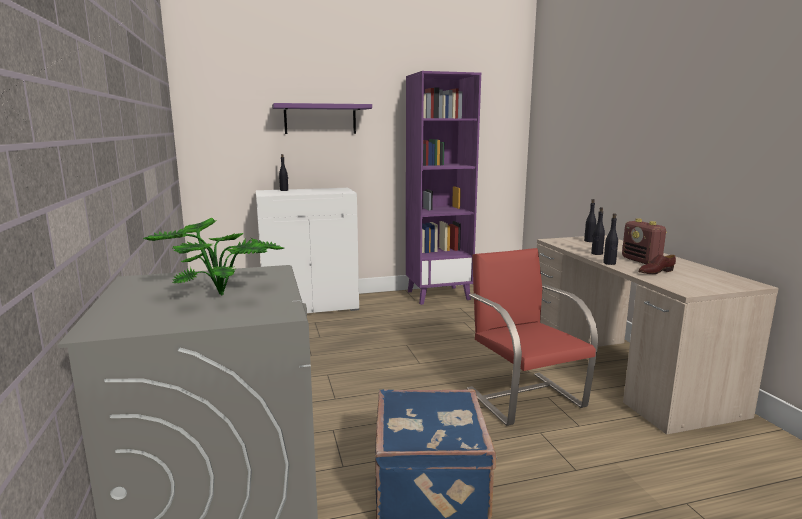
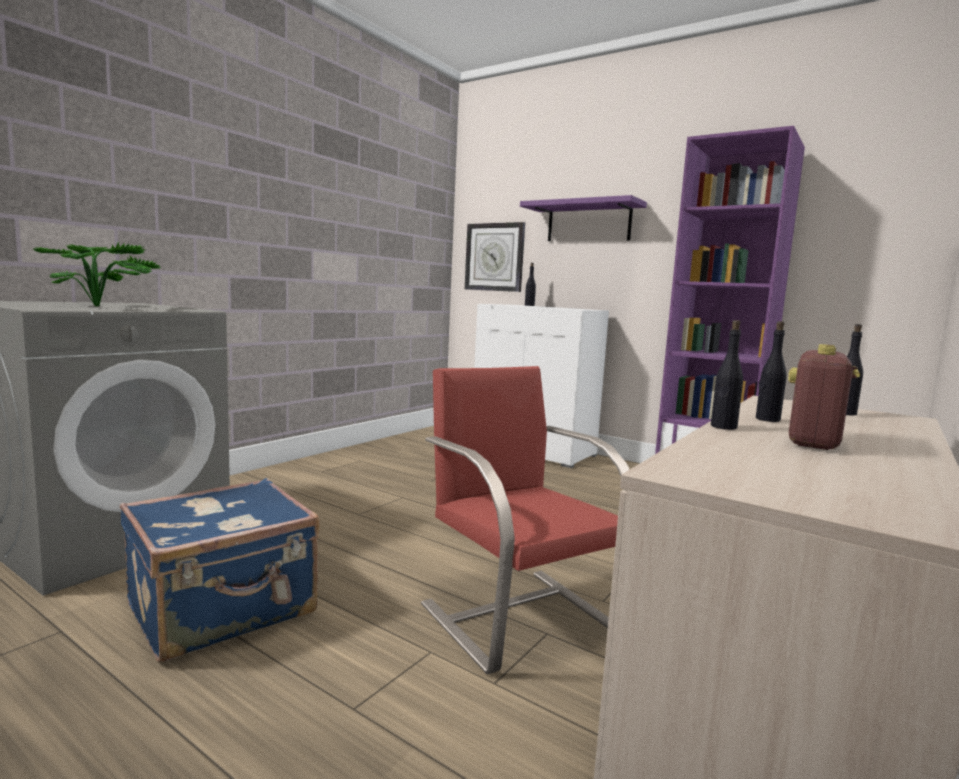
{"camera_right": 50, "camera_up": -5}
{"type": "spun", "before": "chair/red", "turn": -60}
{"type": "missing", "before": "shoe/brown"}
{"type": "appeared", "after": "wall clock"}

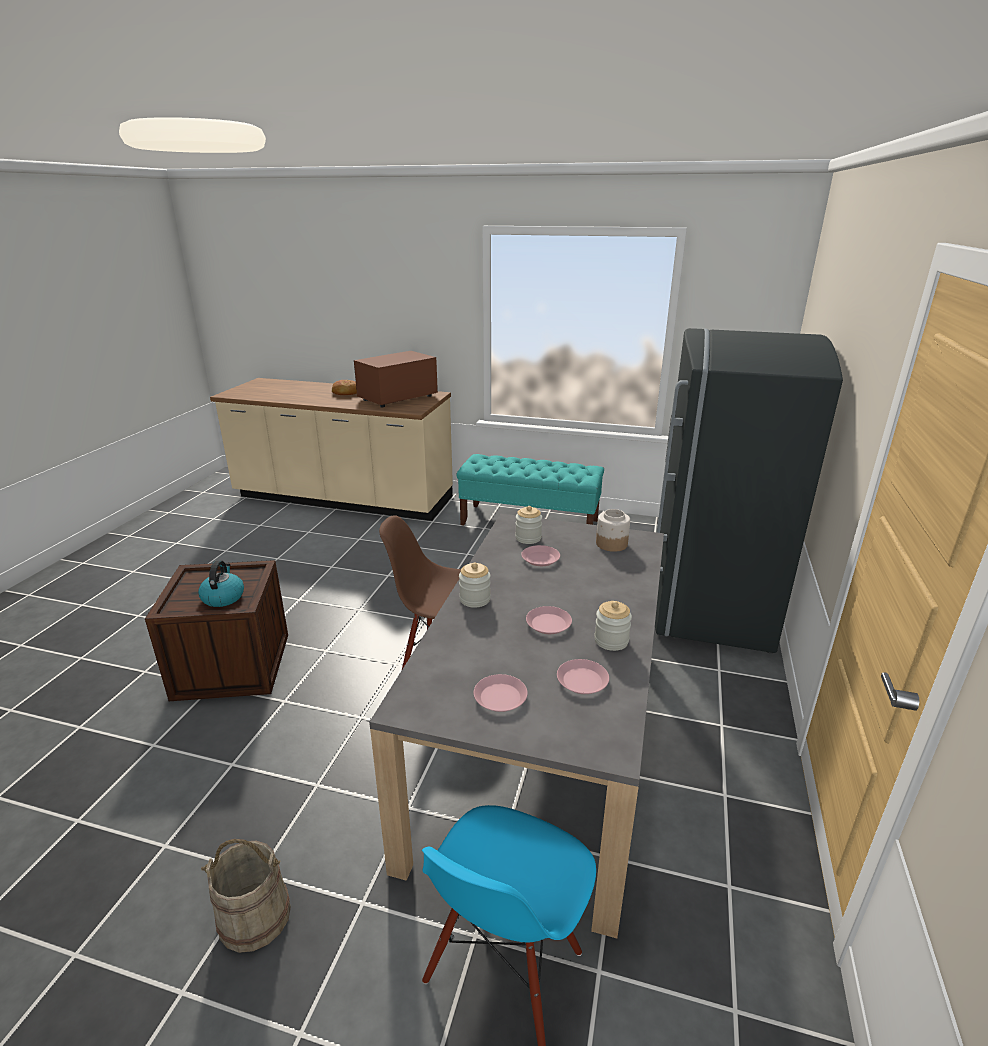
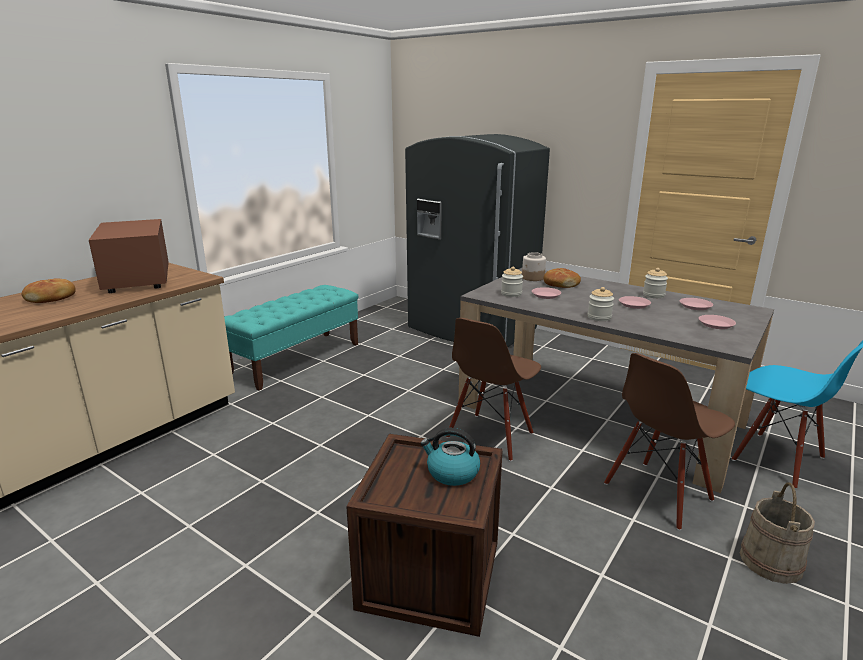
{"camera_right": -70, "camera_up": -5}
{"type": "appeared", "after": "bread (no. 2 from left)"}
{"type": "appeared", "after": "chair/brown (no. 2 from left)"}

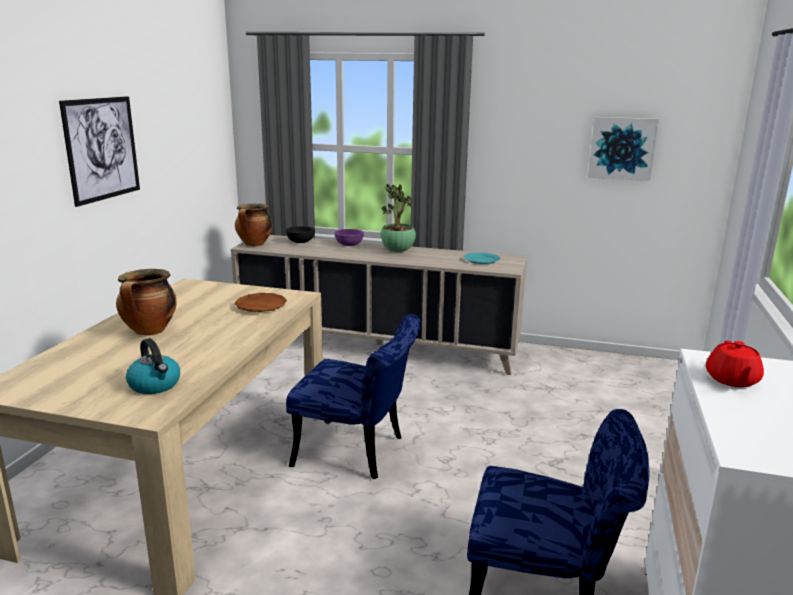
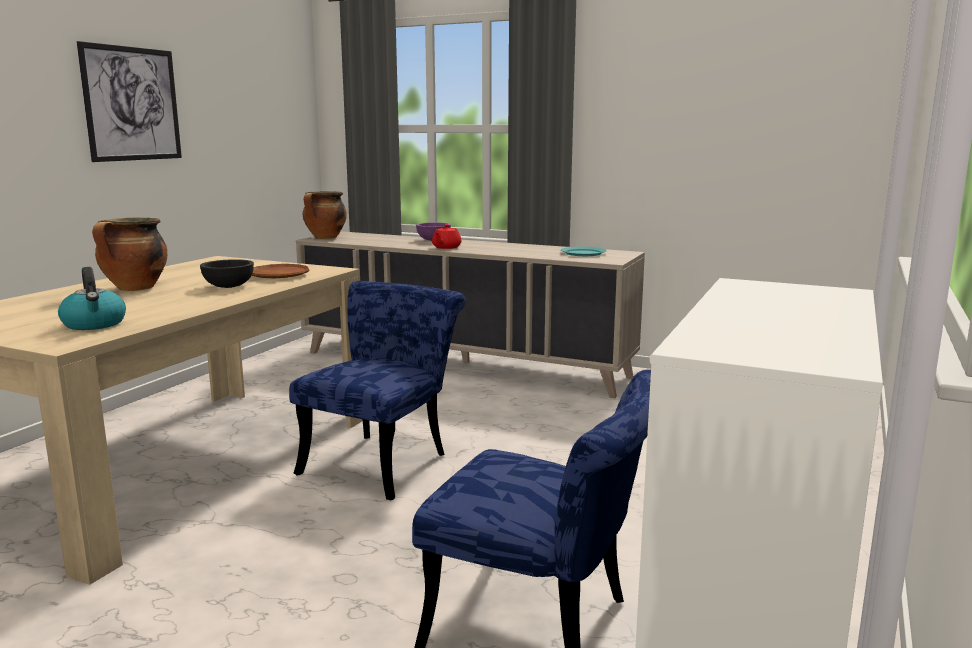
{"camera_right": 10, "camera_up": -5}
{"type": "relocated", "before": "bowl/black"}
{"type": "spun", "before": "chair/blue (no. 1 from left)", "turn": -90}
{"type": "missing", "before": "potted plant"}
{"type": "missing", "before": "picture (no. 2 from left)"}
{"type": "relocated", "before": "teapot/red"}

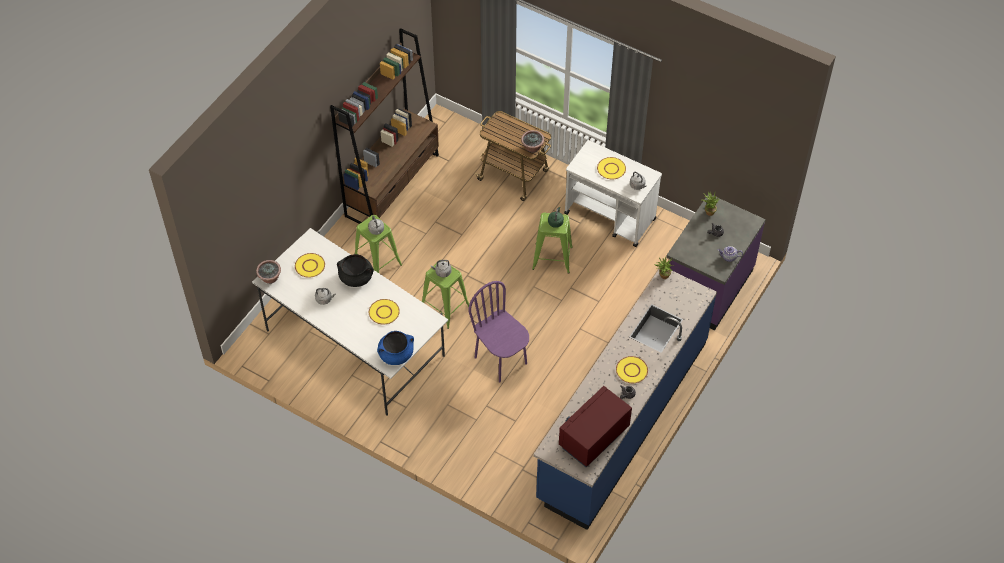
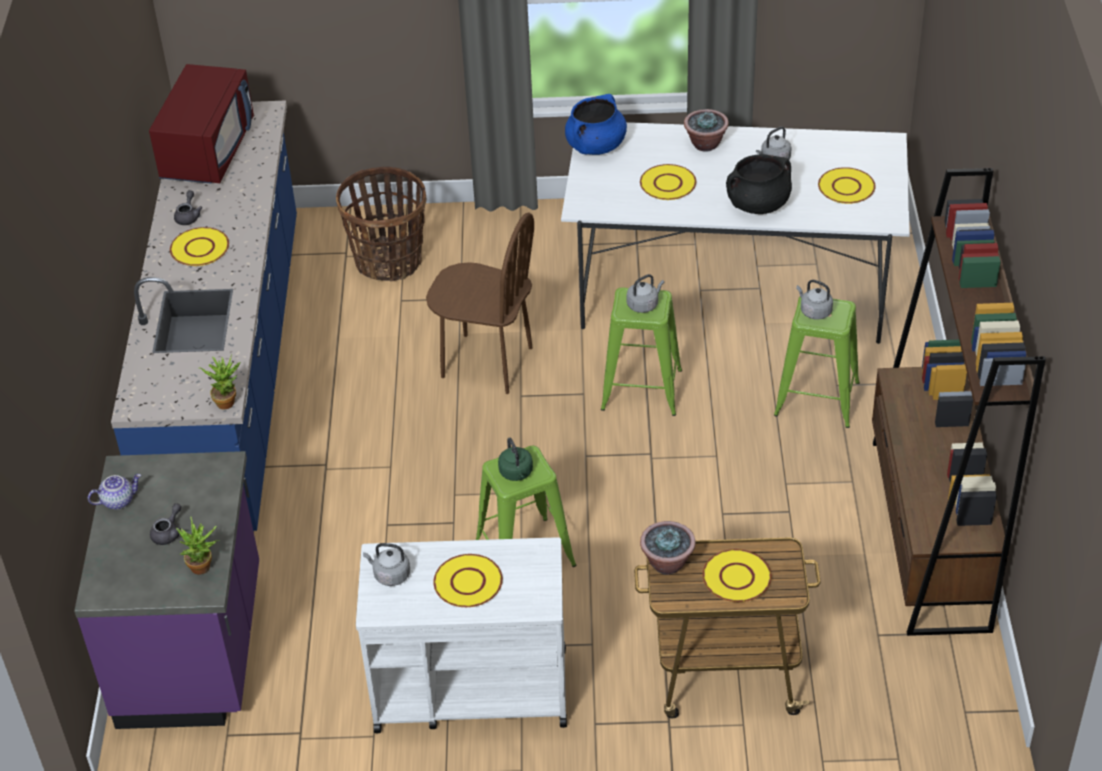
{"camera_right": 150, "camera_up": -10}
{"type": "relocated", "before": "potted plant (no. 1 from left in the first image)", "after": "potted plant (no. 4 from left)"}
{"type": "colour", "before": "chair/purple", "after": "chair/brown"}
{"type": "appeared", "after": "basket"}
{"type": "appeared", "after": "plate/yellow (no. 4 from left)"}

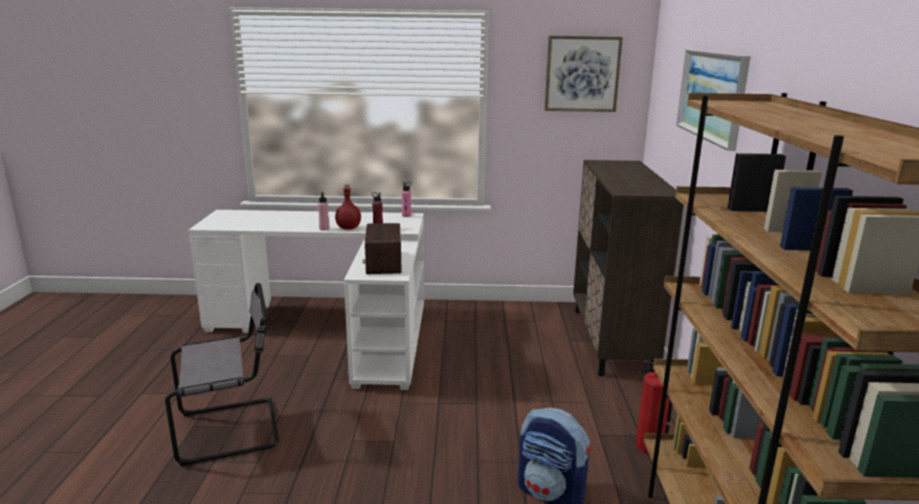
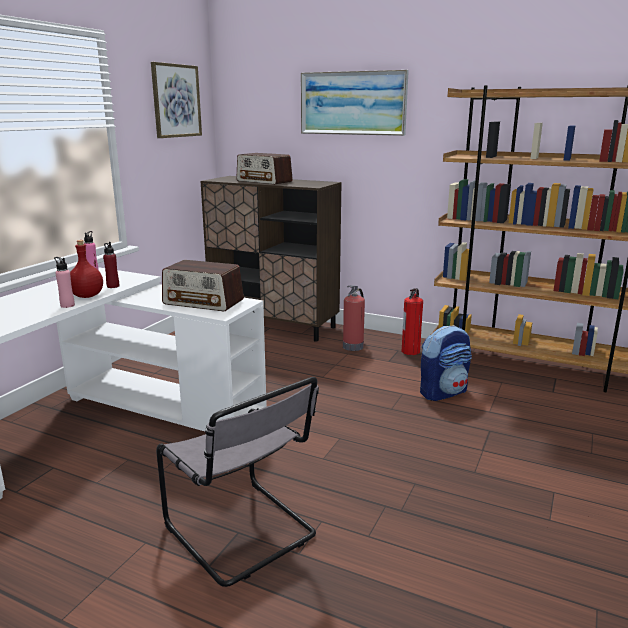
{"camera_right": -65, "camera_up": 0}
{"type": "spun", "before": "chair/grey", "turn": 135}
{"type": "appeared", "after": "radio (no. 2 from left)"}
{"type": "appeared", "after": "fire extinguisher (no. 1 from left)"}

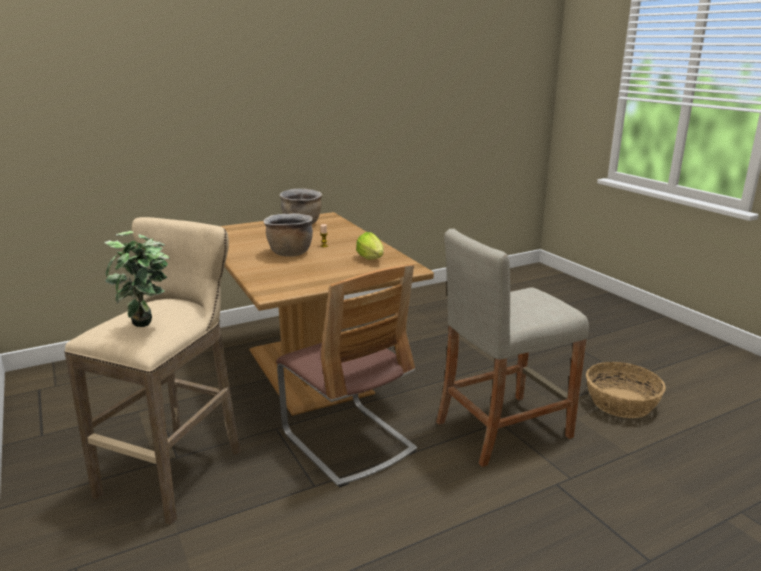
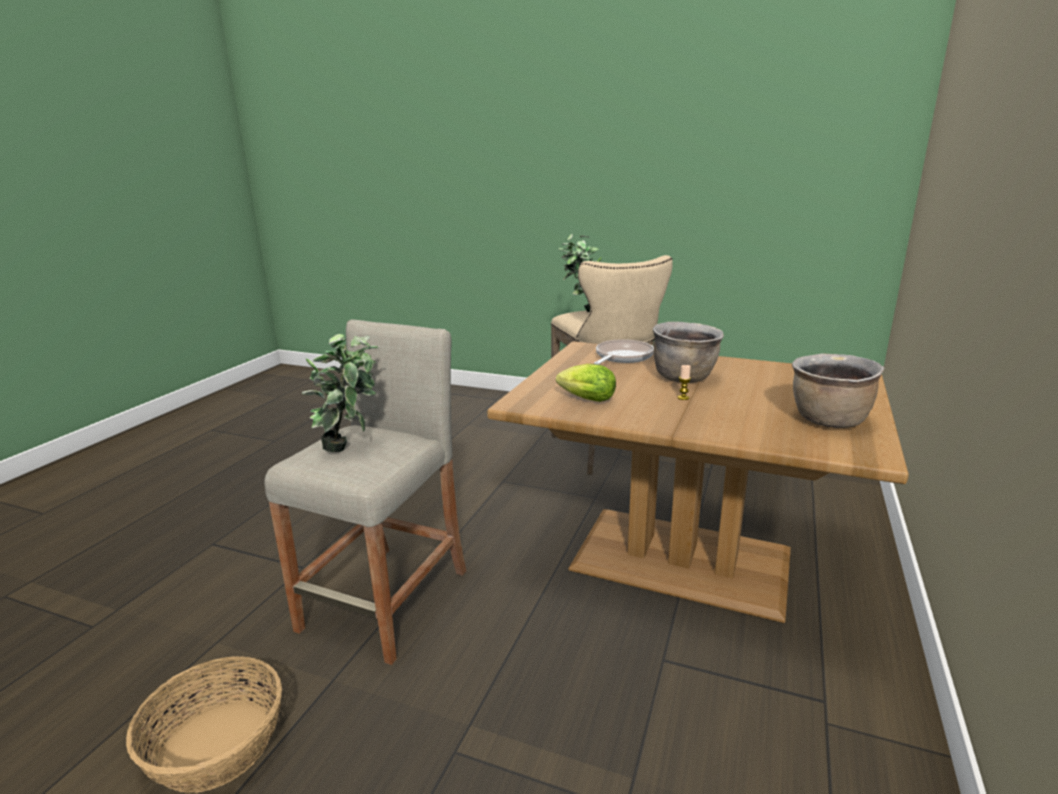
{"camera_right": 140, "camera_up": 0}
{"type": "missing", "before": "chair"}
{"type": "appeared", "after": "potted plant (no. 1 from left)"}
{"type": "appeared", "after": "frying pan"}

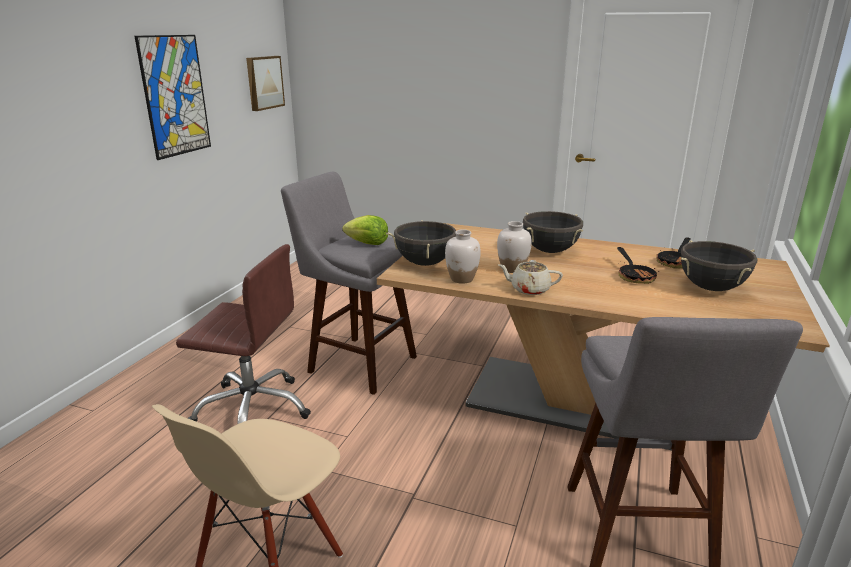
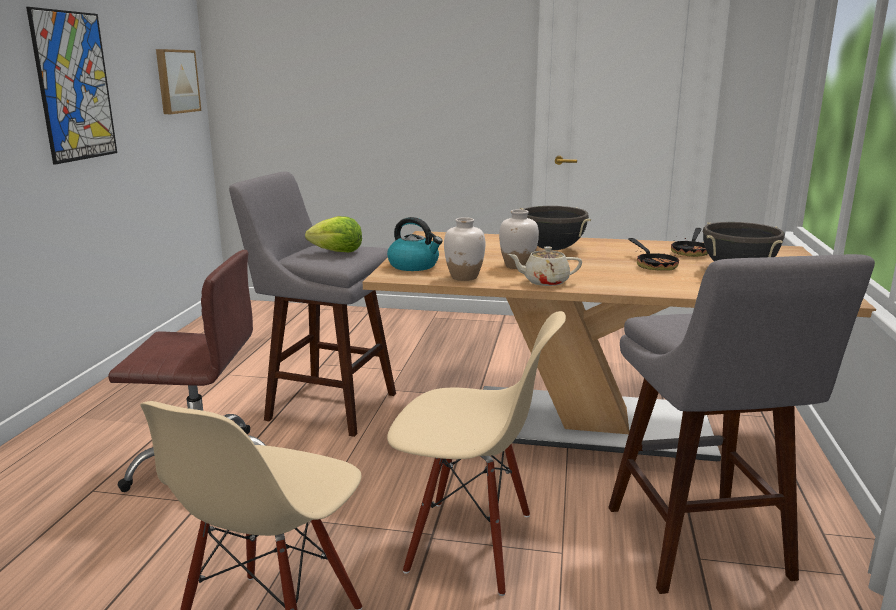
{"camera_right": -10, "camera_up": -5}
{"type": "exchanged", "before": "cooking pot/black (no. 1 from left)", "after": "kettle"}
{"type": "appeared", "after": "chair/beige (no. 2 from left)"}

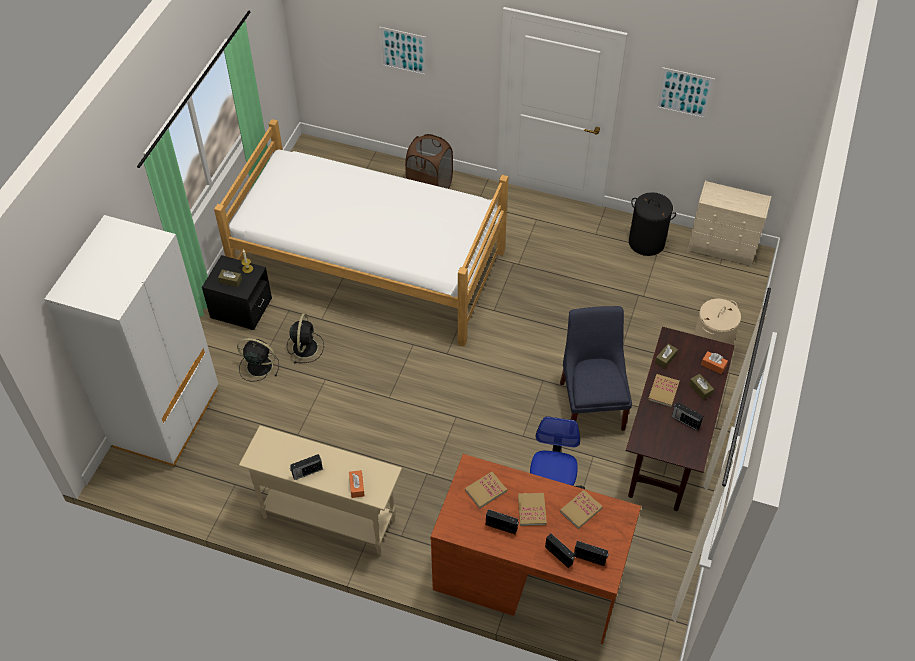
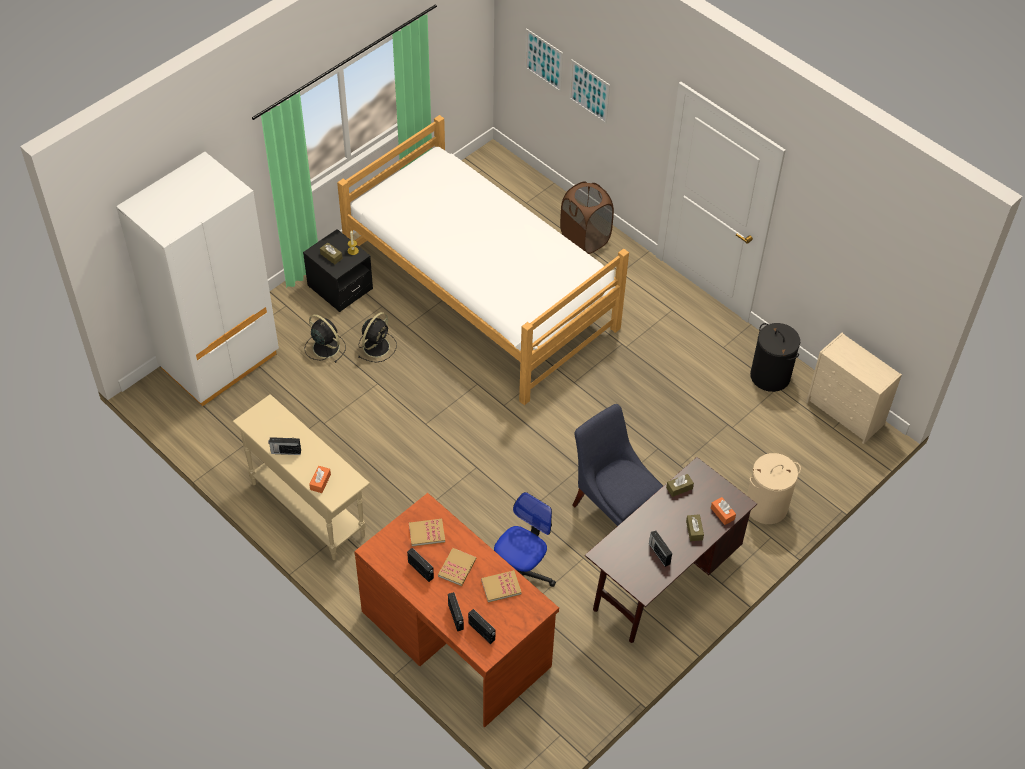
{"camera_right": 25, "camera_up": 0}
{"type": "spun", "before": "chair/blue", "turn": -60}
{"type": "missing", "before": "book (no. 4 from left)"}
{"type": "relocated", "before": "picture (no. 2 from left in the first image)", "after": "picture (no. 1 from left)"}

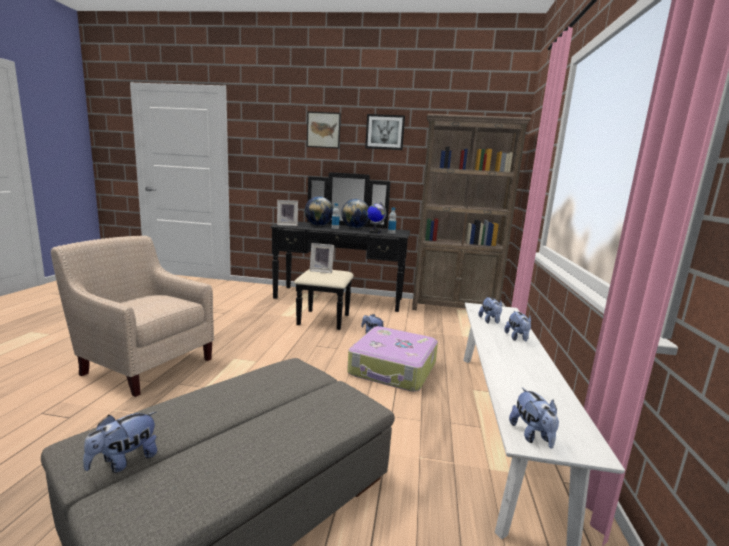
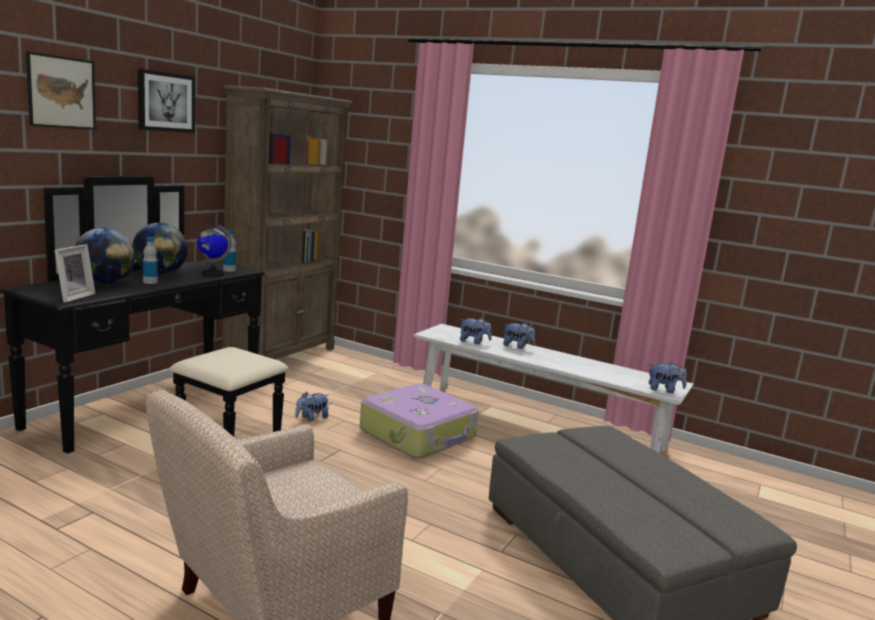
{"camera_right": -70, "camera_up": 0}
{"type": "missing", "before": "plush toy (no. 1 from left)"}
{"type": "missing", "before": "picture frame (no. 2 from left)"}

